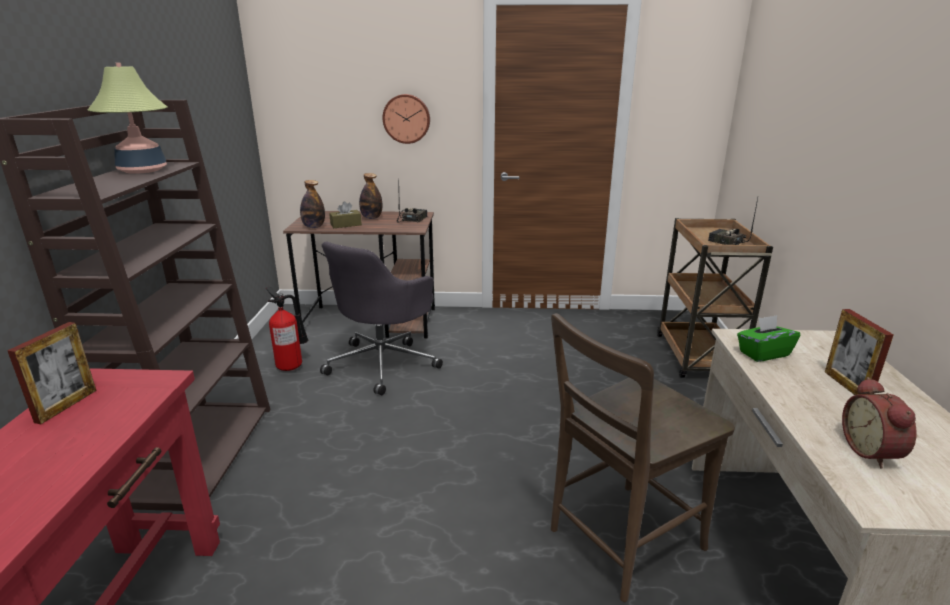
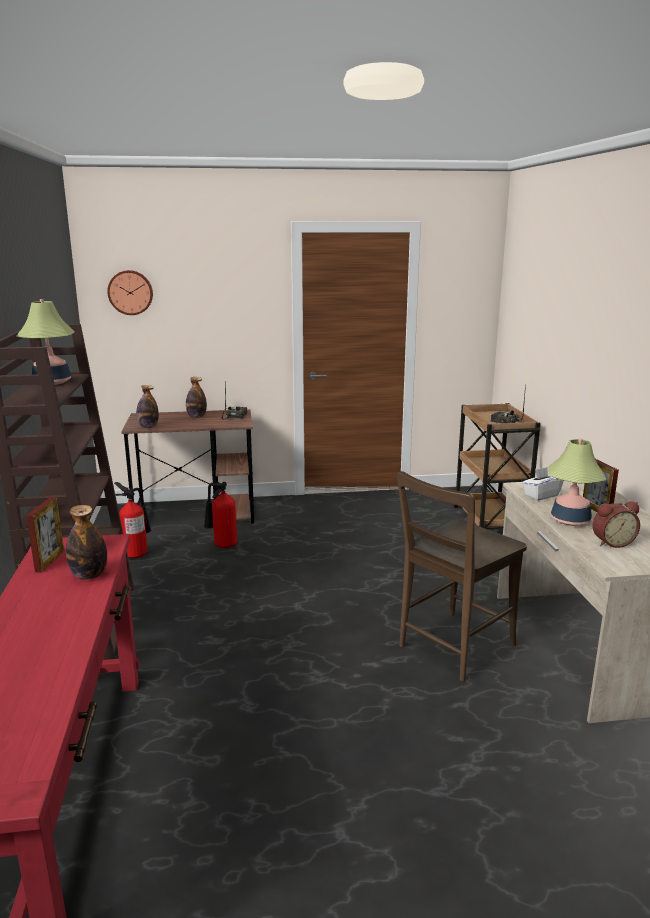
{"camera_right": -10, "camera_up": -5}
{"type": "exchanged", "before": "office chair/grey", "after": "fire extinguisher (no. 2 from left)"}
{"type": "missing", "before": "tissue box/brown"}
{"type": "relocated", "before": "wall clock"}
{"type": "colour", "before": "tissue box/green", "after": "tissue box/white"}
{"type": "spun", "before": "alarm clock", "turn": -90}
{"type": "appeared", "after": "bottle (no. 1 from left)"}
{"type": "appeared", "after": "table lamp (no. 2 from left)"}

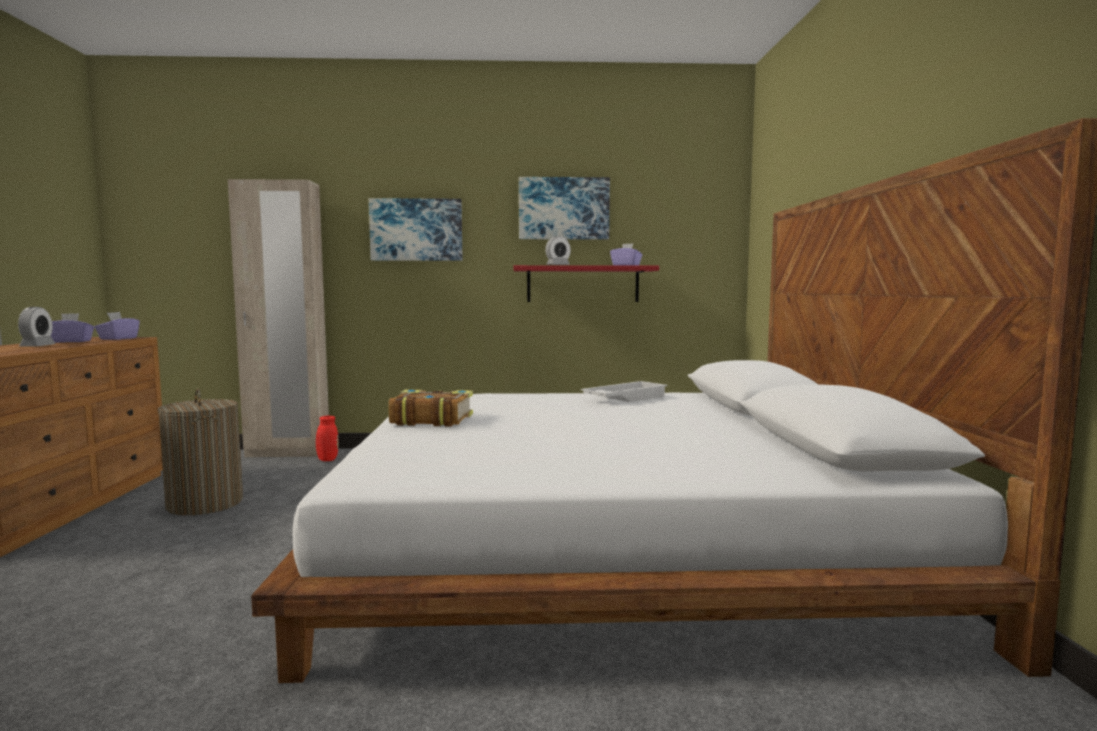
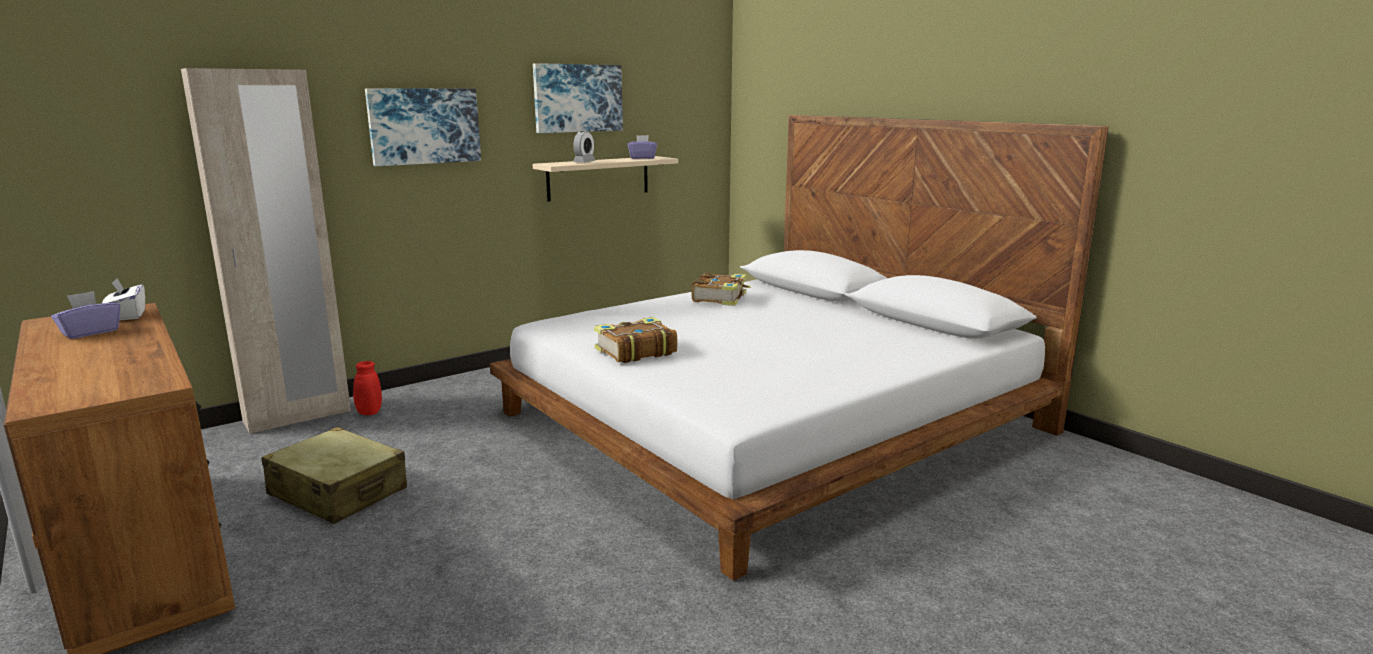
{"camera_right": -35, "camera_up": 10}
{"type": "missing", "before": "alarm clock (no. 1 from left)"}
{"type": "colour", "before": "tissue box/purple (no. 2 from left)", "after": "tissue box/white"}
{"type": "exchanged", "before": "laundry basket", "after": "suitcase/beige"}
{"type": "colour", "before": "shelf/red", "after": "shelf/beige"}
{"type": "exchanged", "before": "tray/white", "after": "book (no. 2 from left)"}

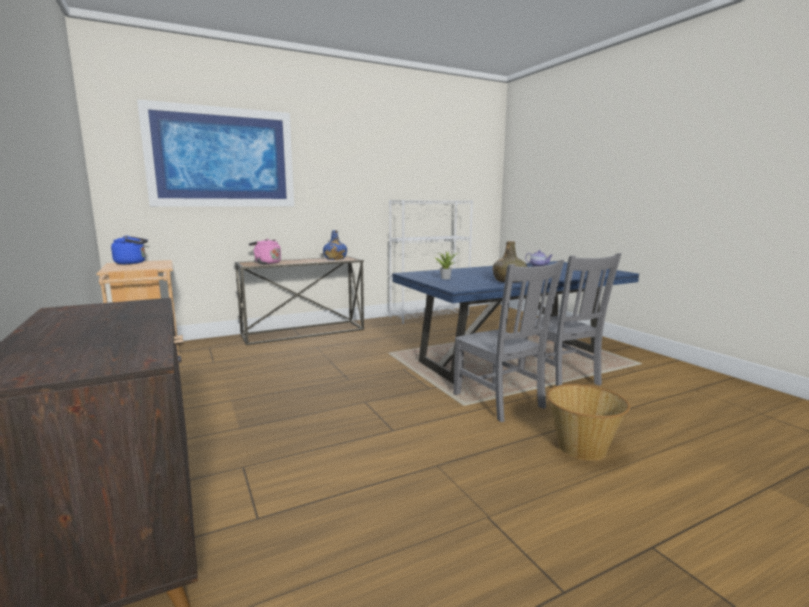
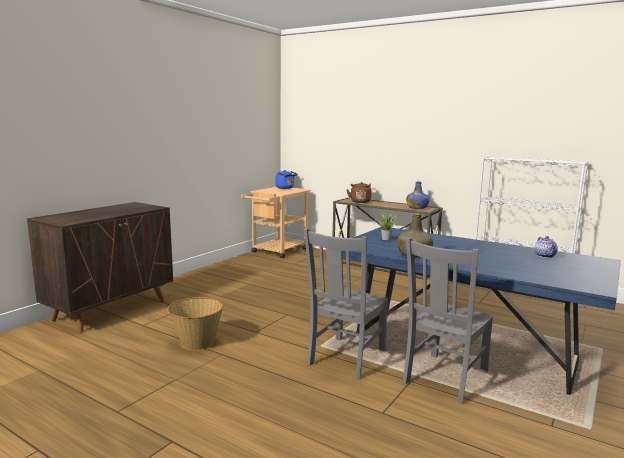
{"camera_right": 60, "camera_up": 0}
{"type": "missing", "before": "picture"}
{"type": "colour", "before": "kettle/pink", "after": "kettle/brown"}
{"type": "relocated", "before": "basket"}

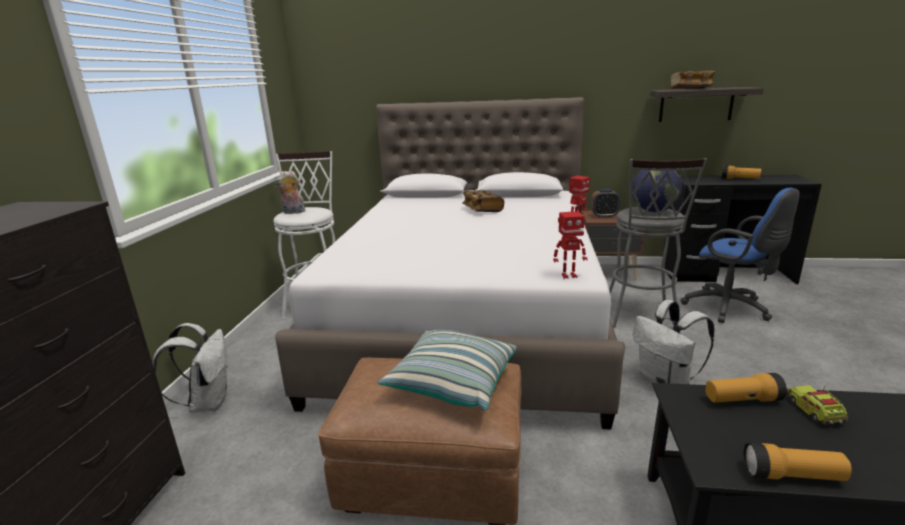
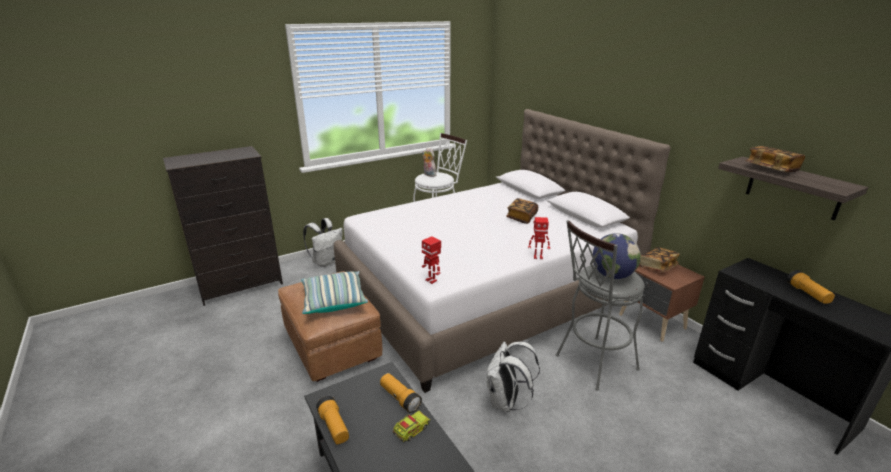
{"camera_right": 50, "camera_up": 5}
{"type": "exchanged", "before": "alarm clock", "after": "book (no. 2 from left)"}
{"type": "missing", "before": "office chair/blue"}

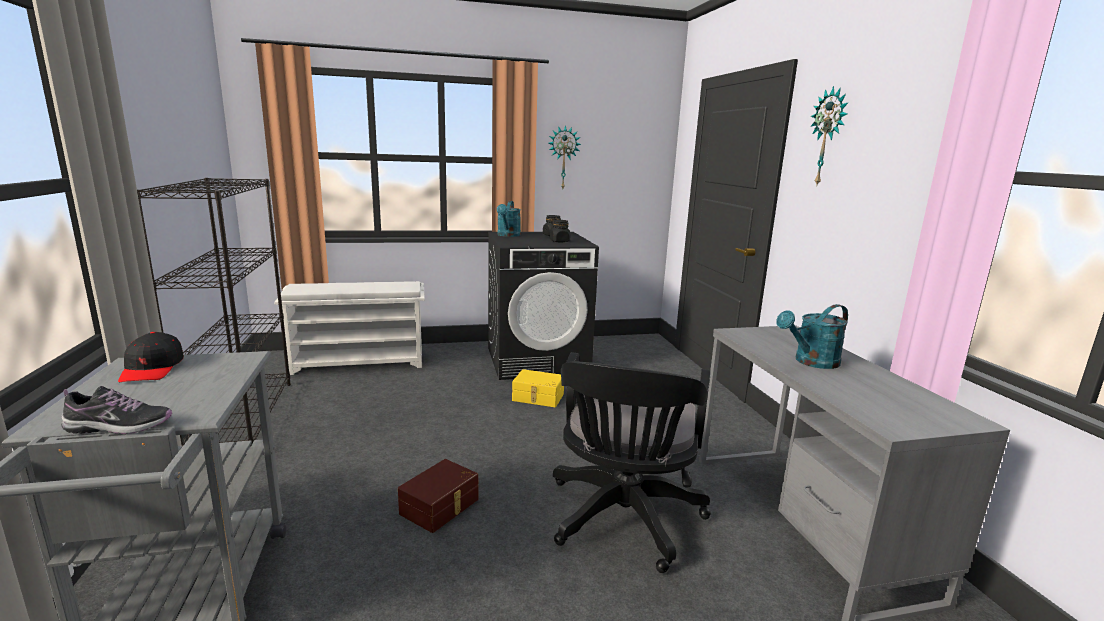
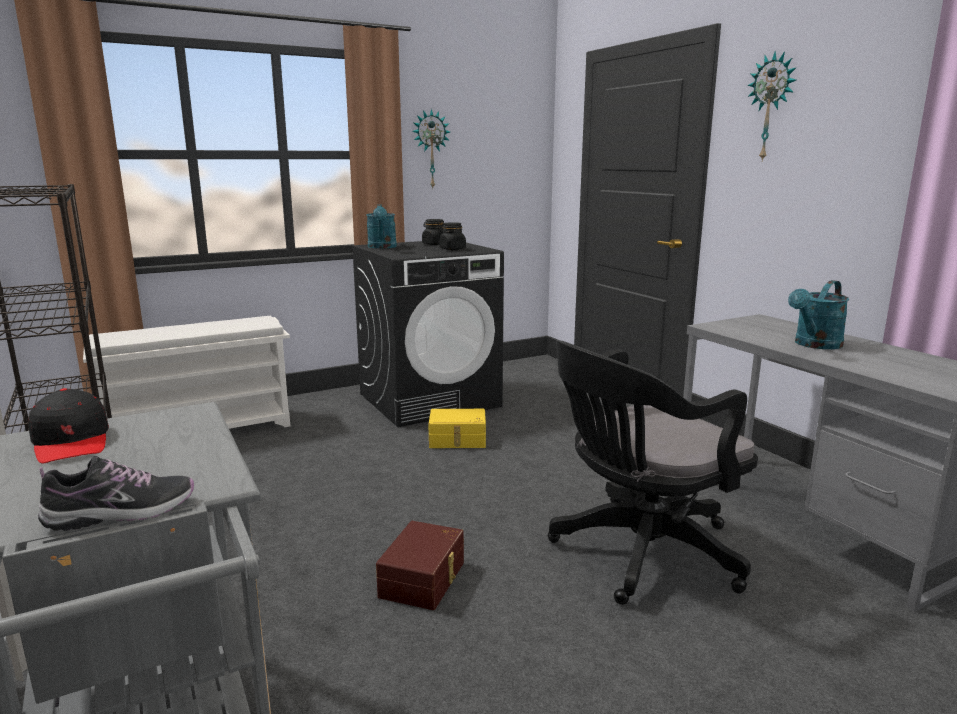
{"camera_right": -15, "camera_up": 0}
{"type": "spun", "before": "office chair/black", "turn": 60}

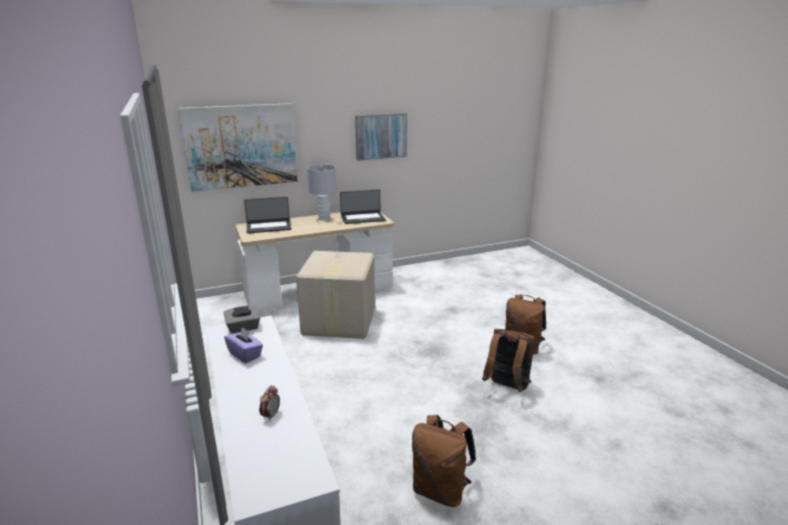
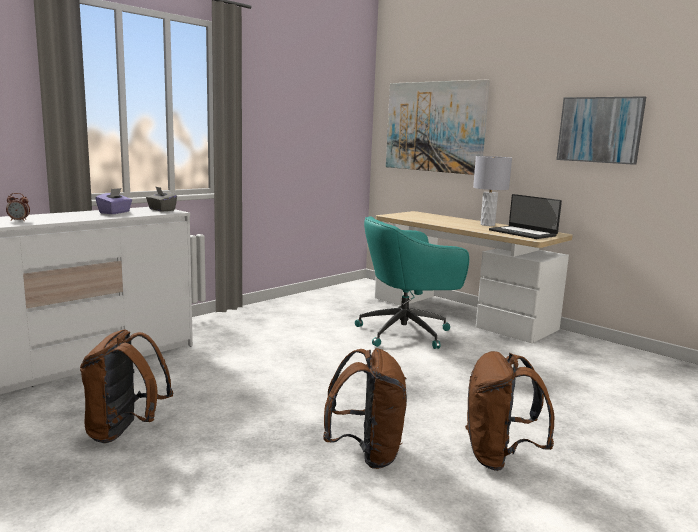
{"camera_right": 65, "camera_up": -10}
{"type": "missing", "before": "laptop (no. 1 from left)"}
{"type": "exchanged", "before": "cardboard box", "after": "office chair/turquoise"}

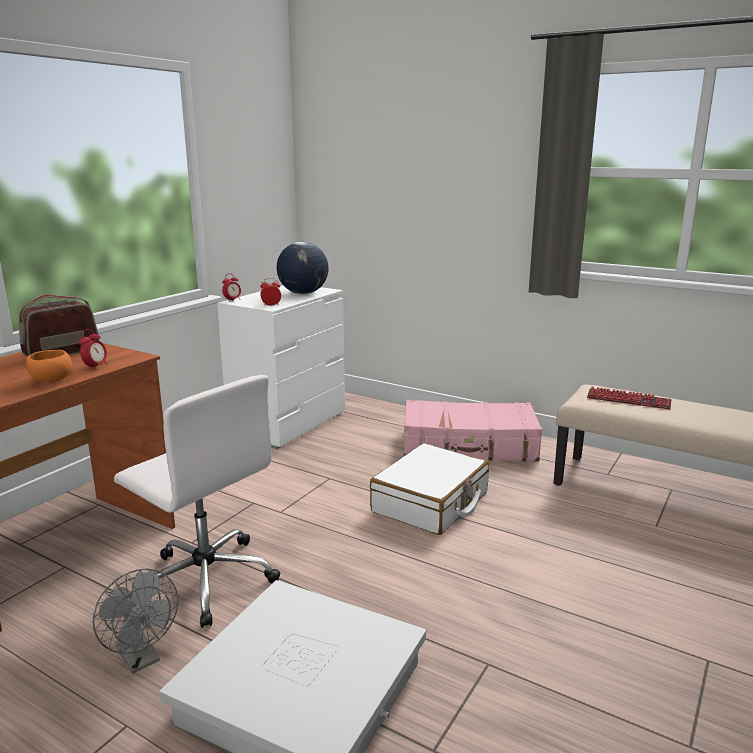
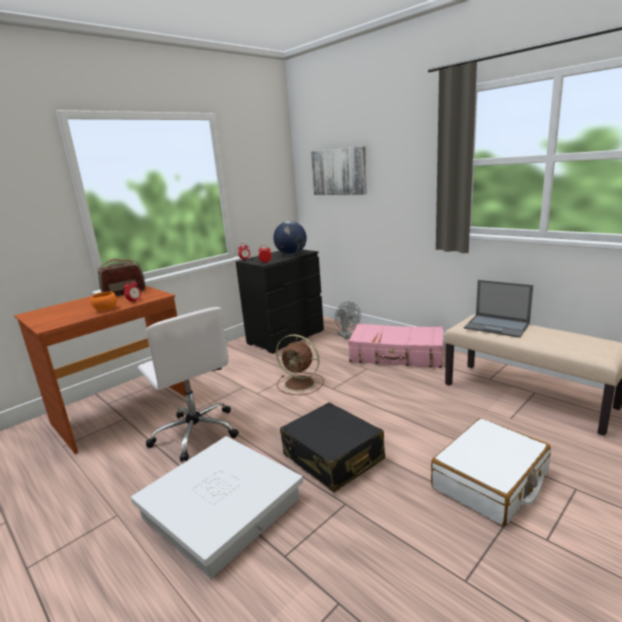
{"camera_right": 15, "camera_up": 0}
{"type": "relocated", "before": "fan/grey"}
{"type": "colour", "before": "dresser/white", "after": "dresser/black"}
{"type": "relocated", "before": "suitcase/white"}
{"type": "exchanged", "before": "keyboard", "after": "laptop"}
{"type": "appeared", "after": "fan/brown"}
{"type": "appeared", "after": "suitcase/black"}
{"type": "appeared", "after": "picture"}

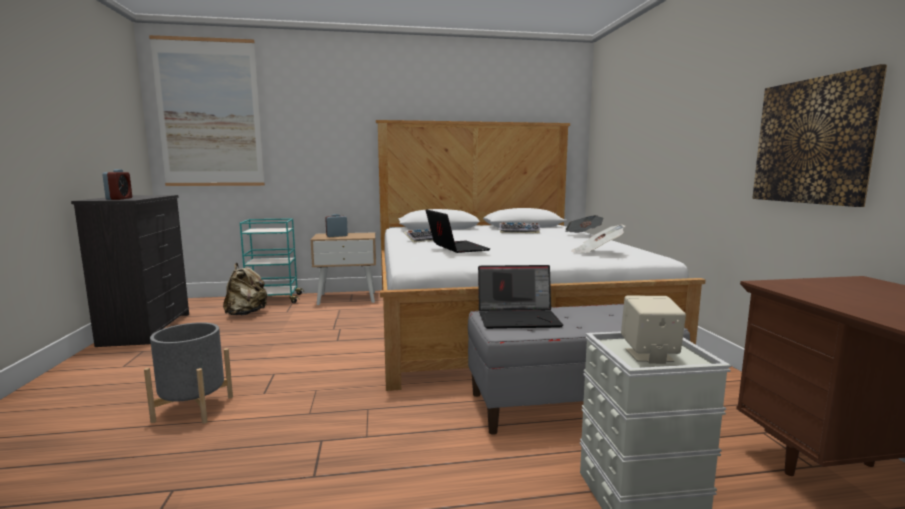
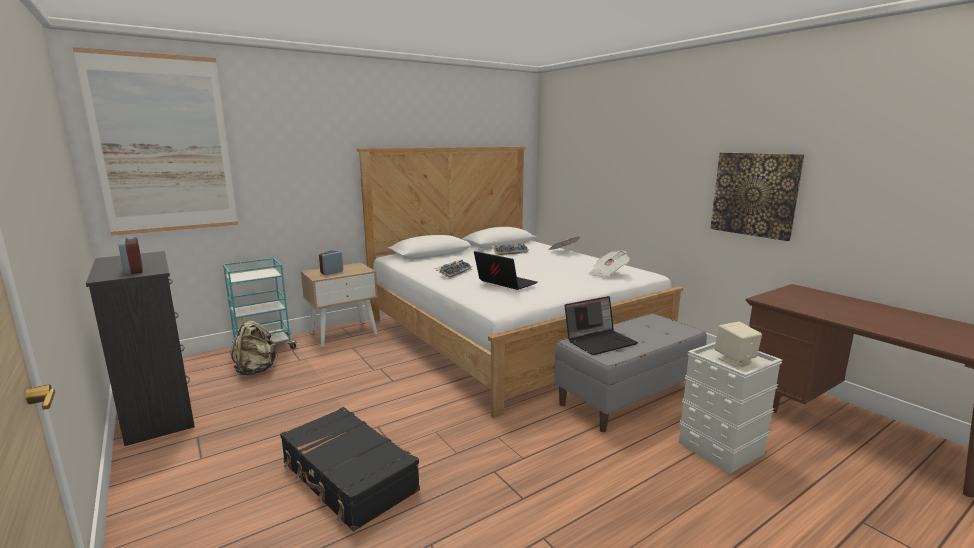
{"camera_right": -25, "camera_up": 5}
{"type": "exchanged", "before": "planter/grey", "after": "suitcase/black"}

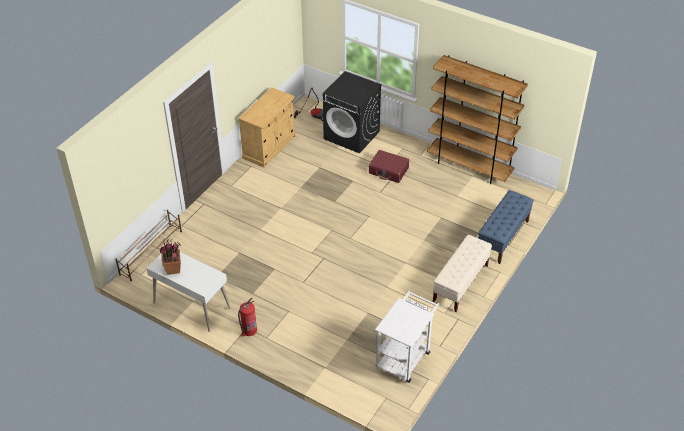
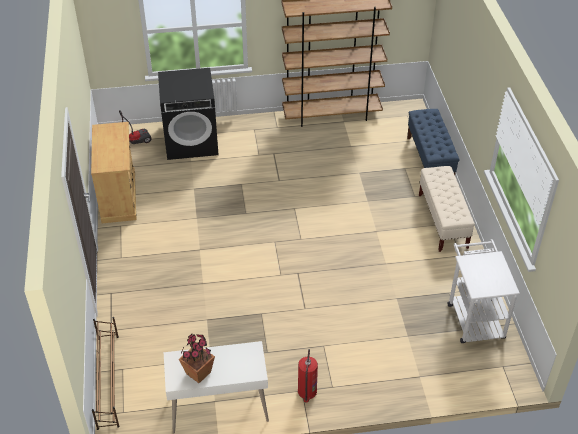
{"camera_right": -40, "camera_up": 0}
{"type": "missing", "before": "suitcase/red"}

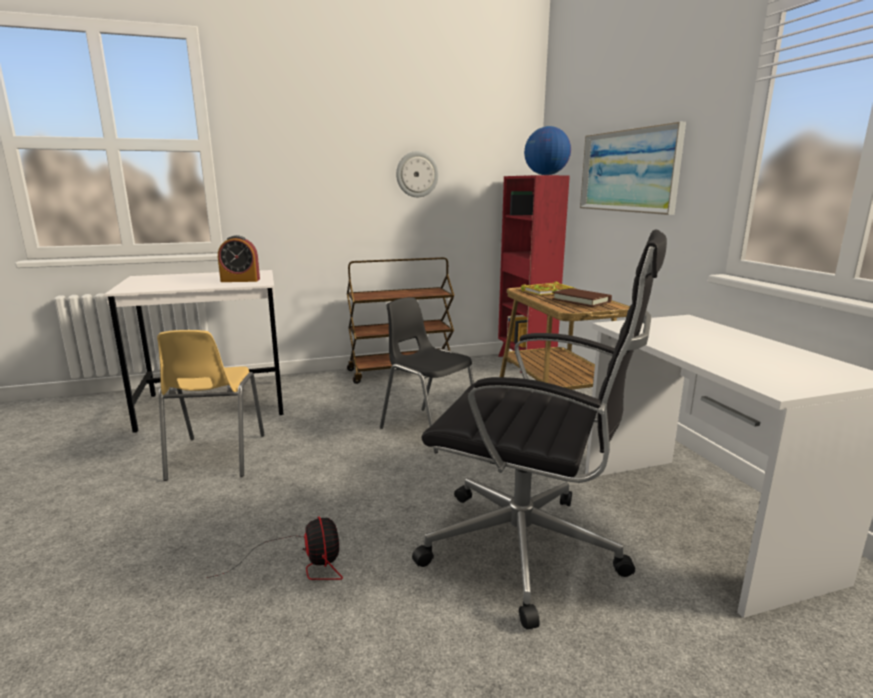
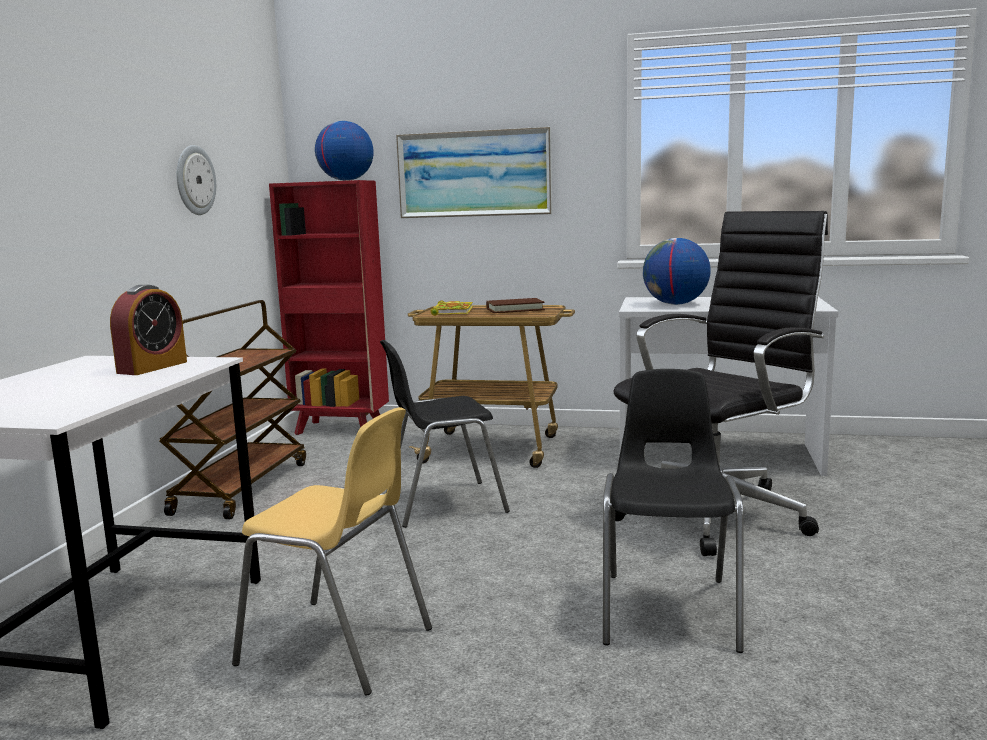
{"camera_right": -60, "camera_up": -5}
{"type": "exchanged", "before": "fan", "after": "chair/black (no. 2 from left)"}
{"type": "appeared", "after": "globe (no. 2 from left)"}

